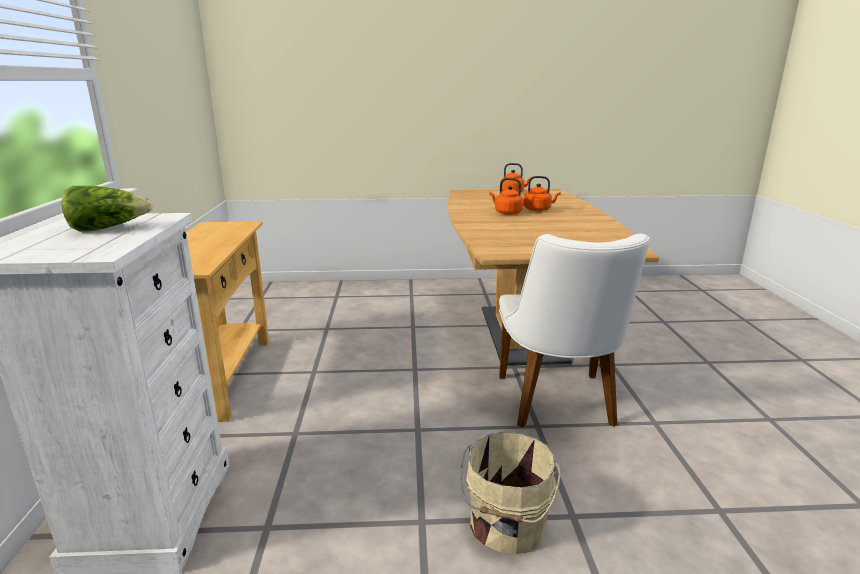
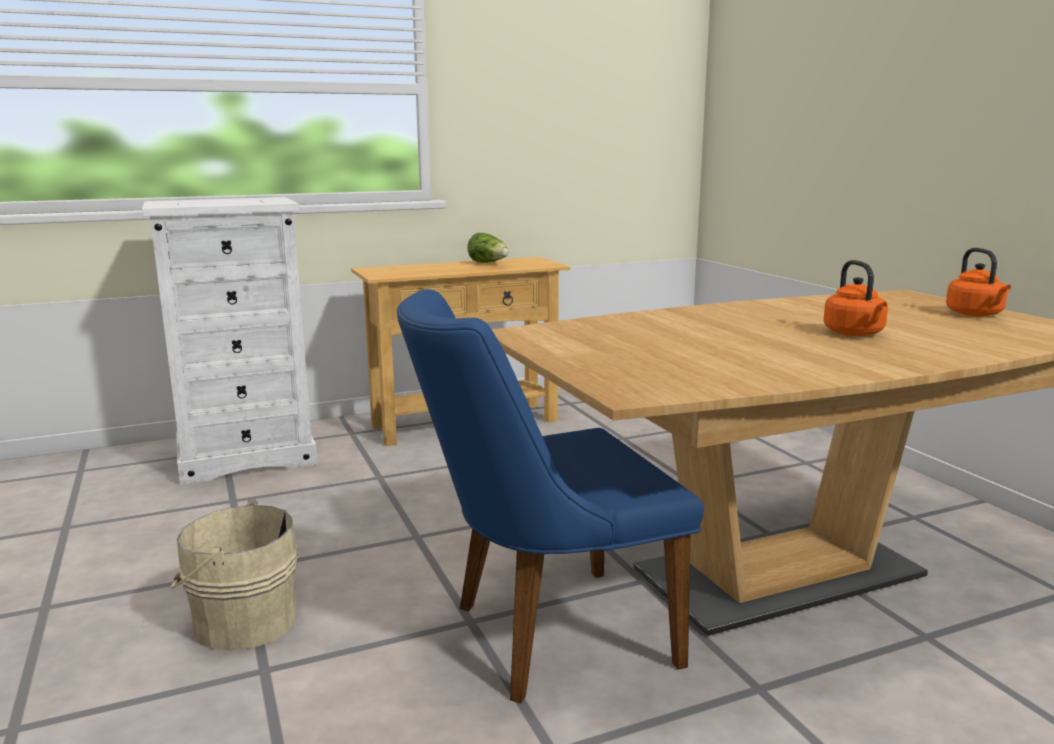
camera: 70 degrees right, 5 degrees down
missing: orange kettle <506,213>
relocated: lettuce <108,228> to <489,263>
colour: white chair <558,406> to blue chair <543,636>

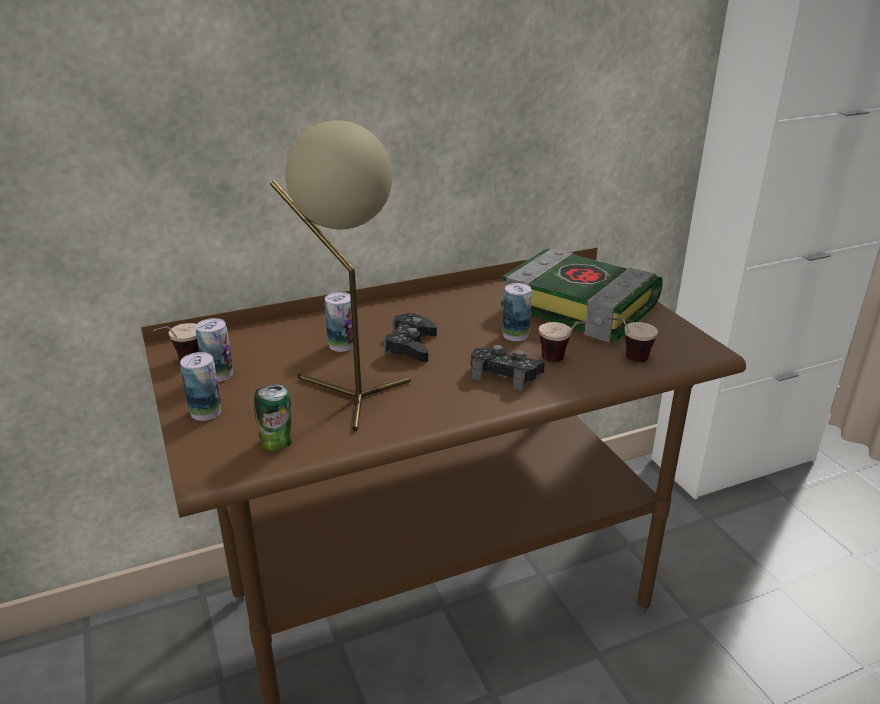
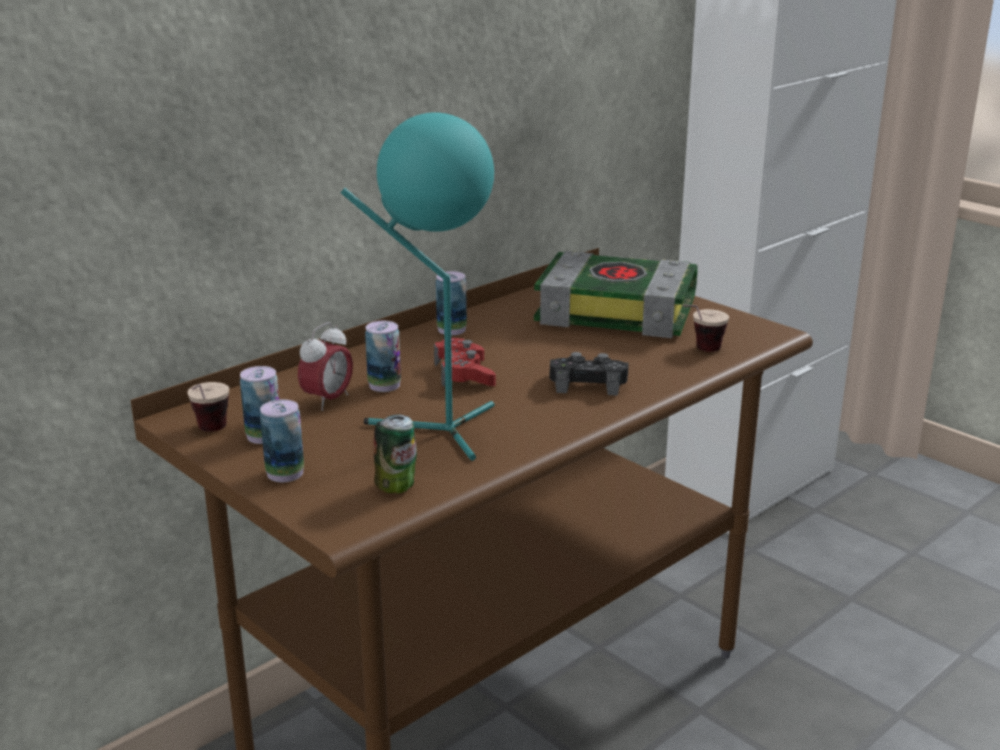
camera: 20 degrees left, 5 degrees down
missing: cup <564,361>
appeared: alarm clock <327,400>
relocated: can <515,335> to <451,330>
colour: beige table lamp <350,395> to turquoise table lamp <437,429>; black game controller <410,346> to red game controller <464,374>

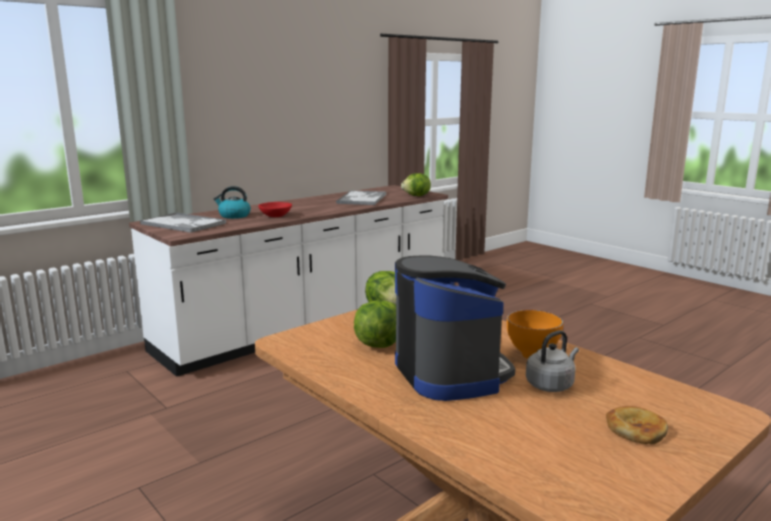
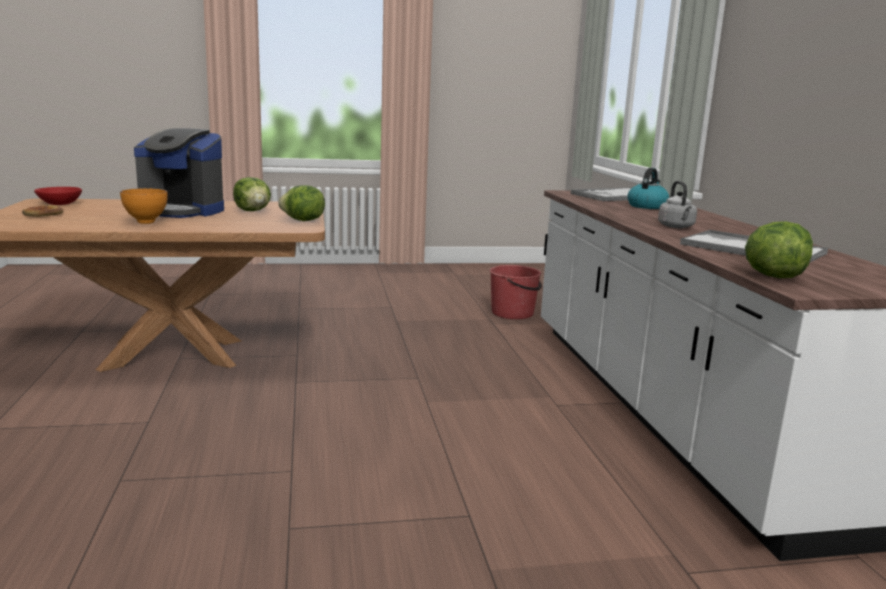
camera: 120 degrees right, 0 degrees up
appeared: red bucket <513,313>
relocated: red bowl <275,216> to <59,204>; grey kettle <551,385> to <676,227>

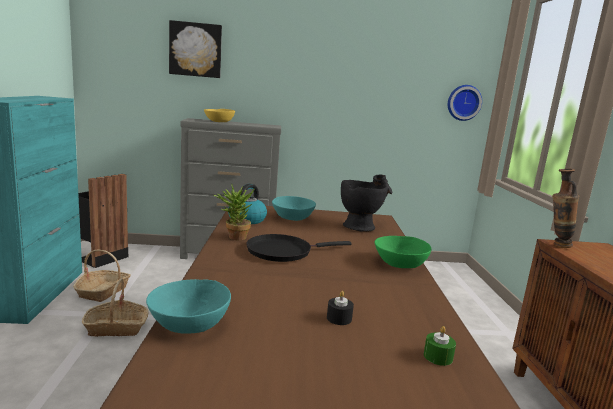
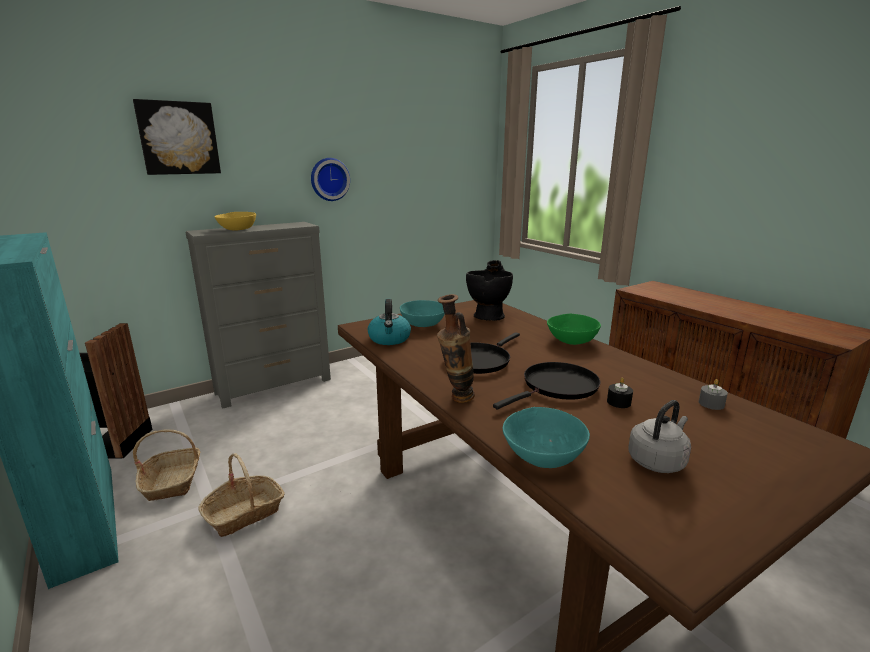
camera: 30 degrees left, 5 degrees up
missing: potted plant <233,237>
appeared: black frying pan <557,387>; grey kettle <657,461>
relocated: wall clock <463,102> to <329,179>; vase <556,245> to <455,399>
colour: green candle <438,356> to grey candle <711,404>

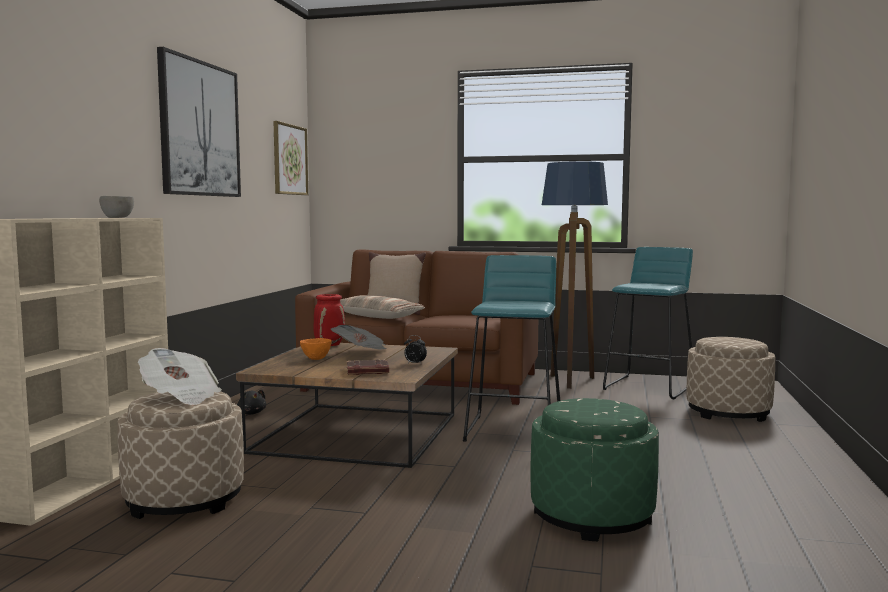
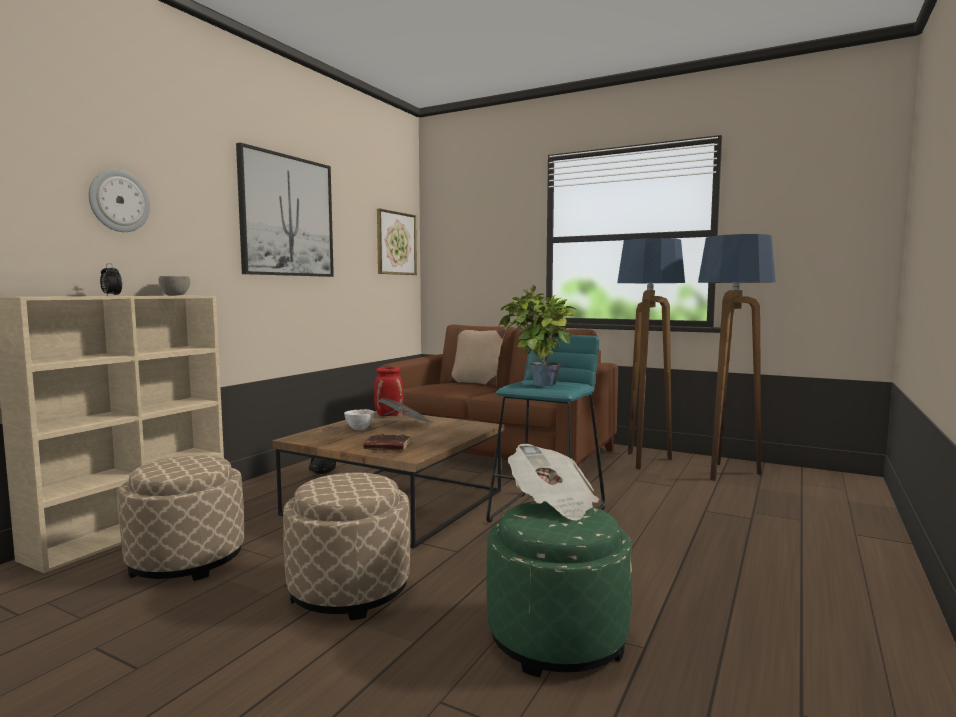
camera: 15 degrees right, 0 degrees up
missing: pillow <376,316>
appeared: wall clock <119,201>; potted plant <537,385>
relocated: newspaper <181,397> to <553,504>; alarm clock <414,364> to <111,295>; beige ottoman <728,412> to <349,590>
exchanged: turquoise stool <650,387> to floor lamp <726,474>
colour: orange bowl <316,359> to white bowl <359,429>

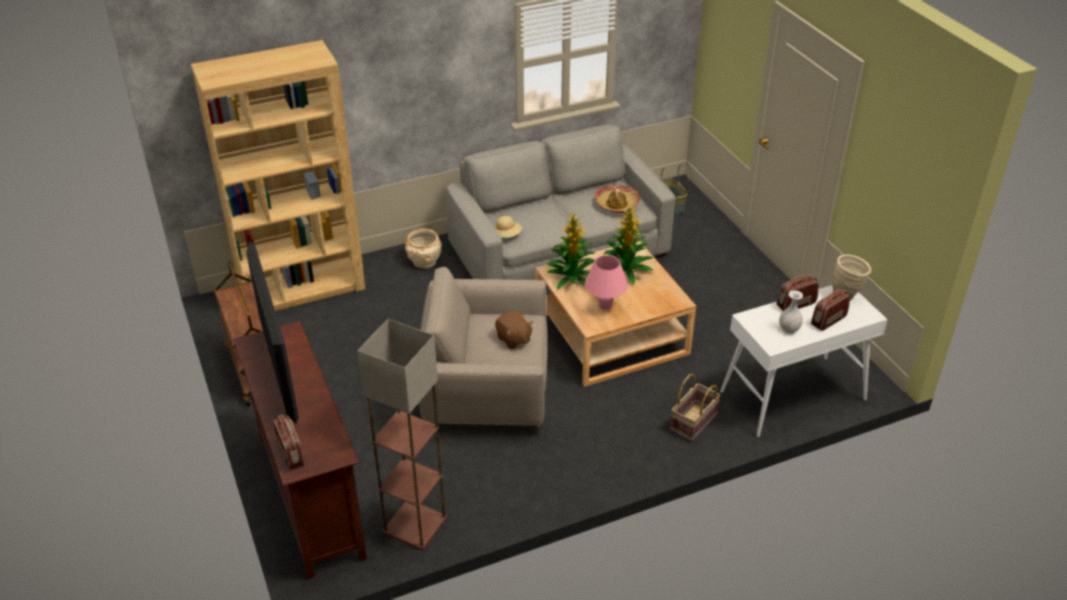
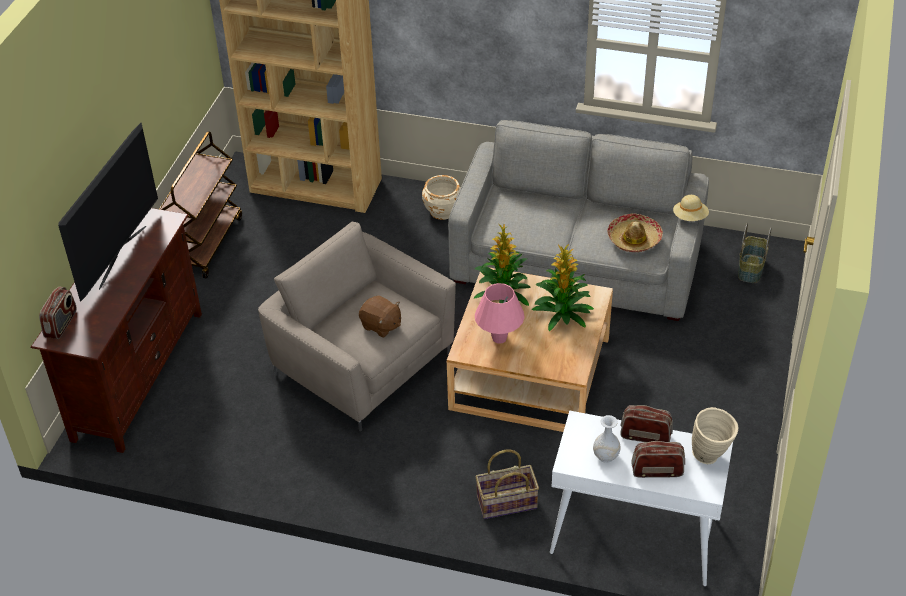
camera: 40 degrees right, 5 degrees up
missing: floor lamp <414,525>
relocated: beige hat <506,235> to <690,217>
spun: brown plush toy <513,339> = <381,326> 60 degrees counterclockwise

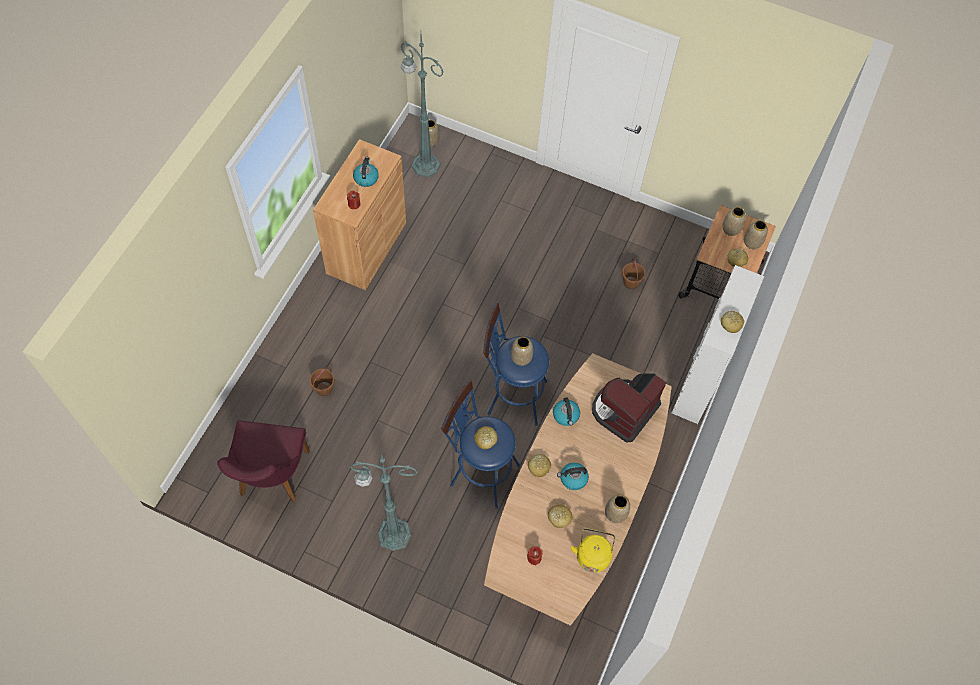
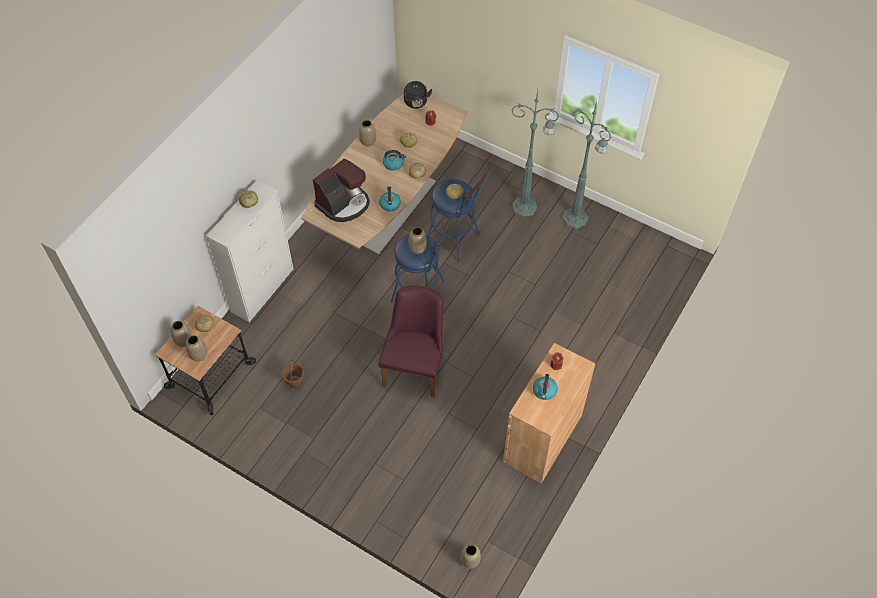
camera: 170 degrees left, 5 degrees down
missing: brown bucket <324,388>; yellow kettle <592,554>
appeared: black kettle <416,103>
relocated: purple chair <271,479> to <415,366>; green floor lamp <424,164> to <576,219>

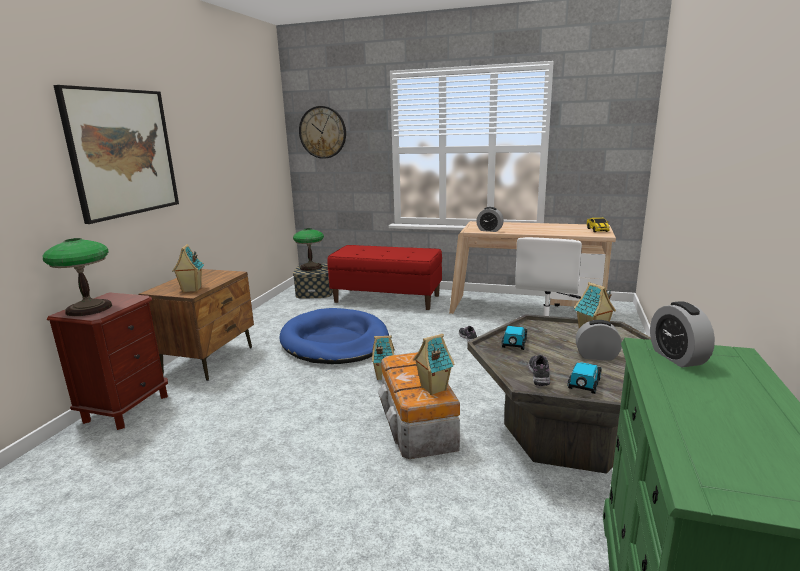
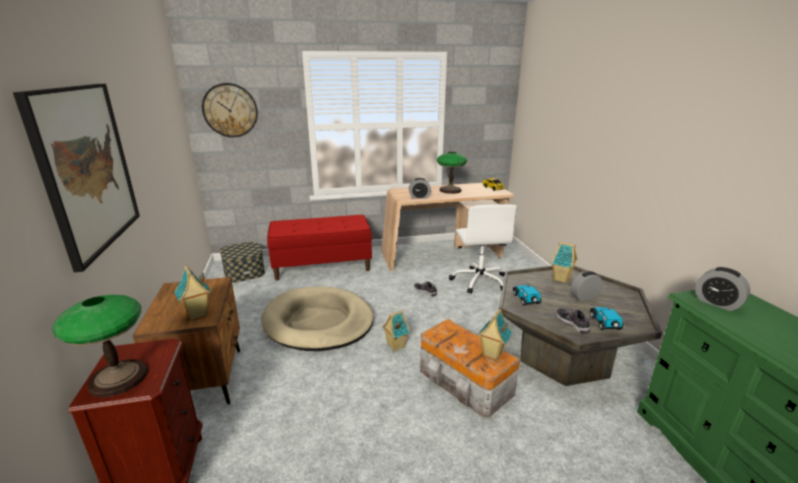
camera: 30 degrees left, 5 degrees up
relocated: table lamp <311,267> to <450,190>
colour: blue dog bed <335,341> to beige dog bed <318,322>

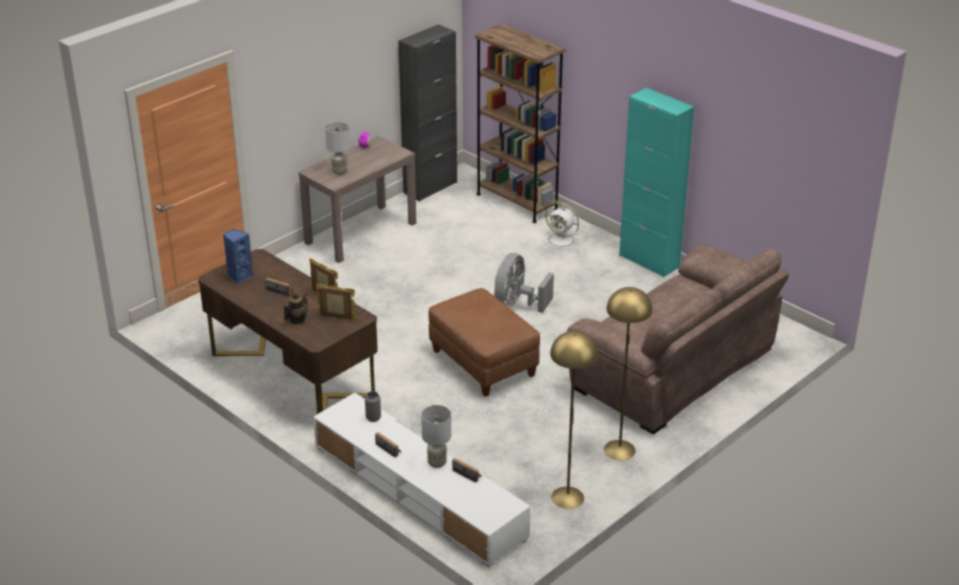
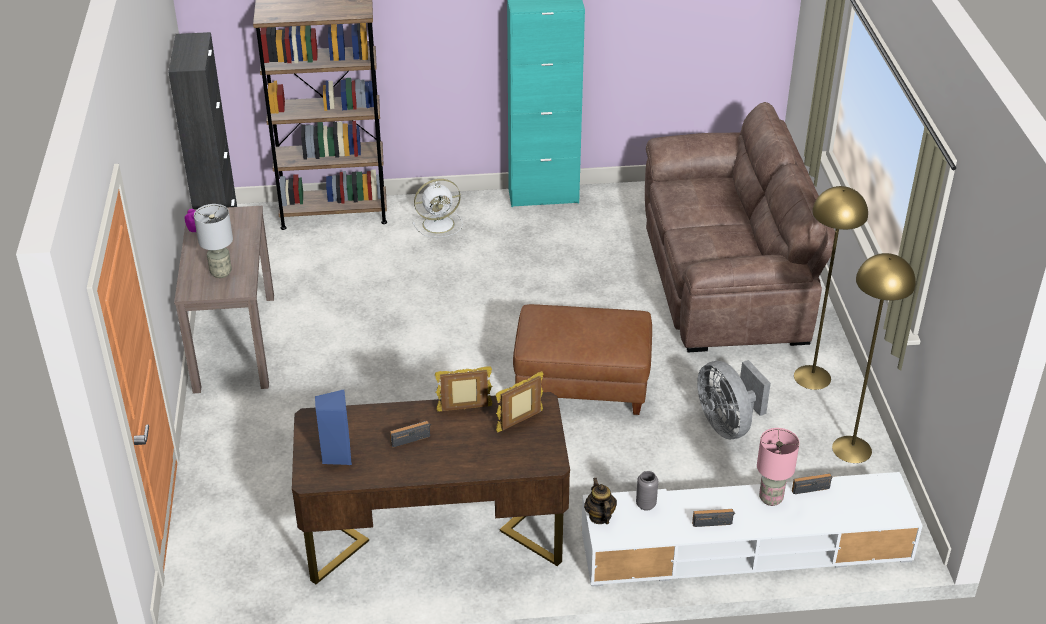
camera: 50 degrees left, 5 degrees up
relocated: teapot <296,319> to <599,516>; grey fan <517,305> to <728,424>
colour: grey table lamp <436,463> to pink table lamp <770,499>

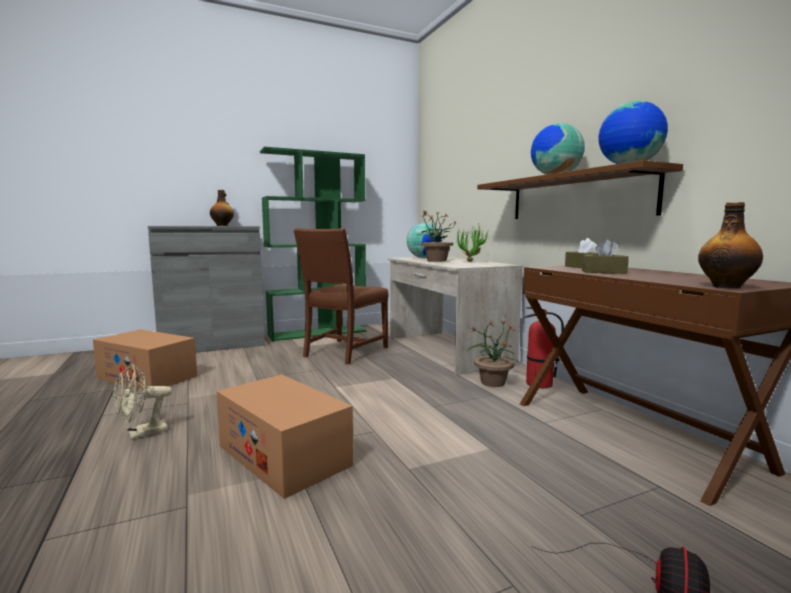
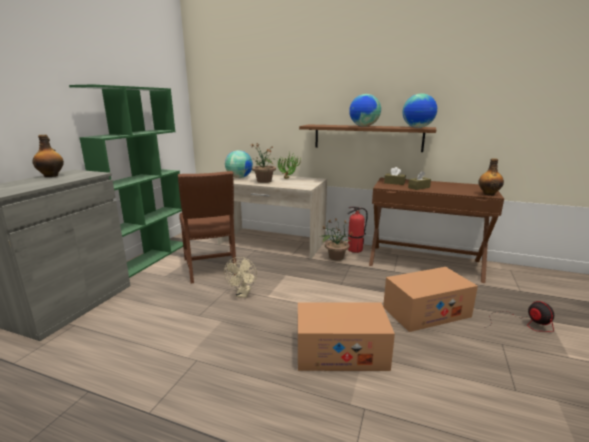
camera: 45 degrees left, 10 degrees up
relocated: cardboard box <147,377> to <426,312>; beige fan <141,434> to <243,294>

